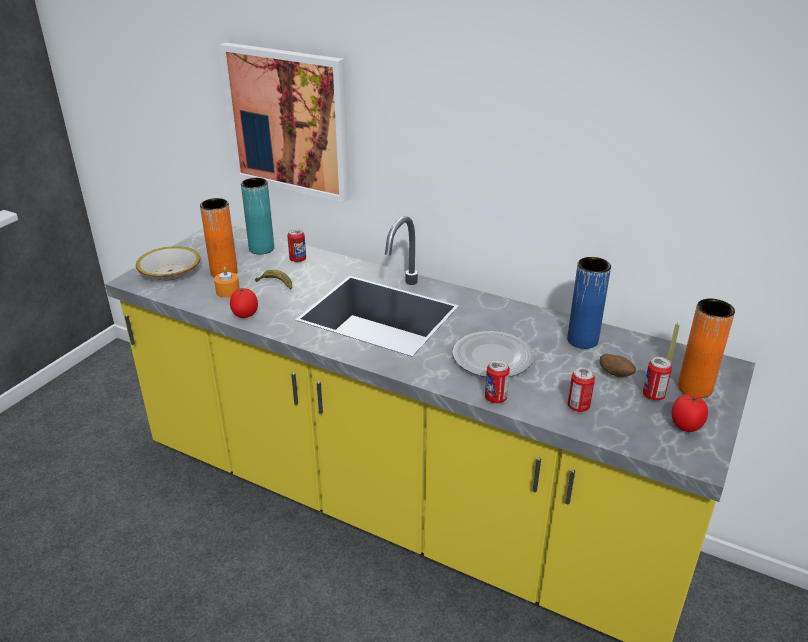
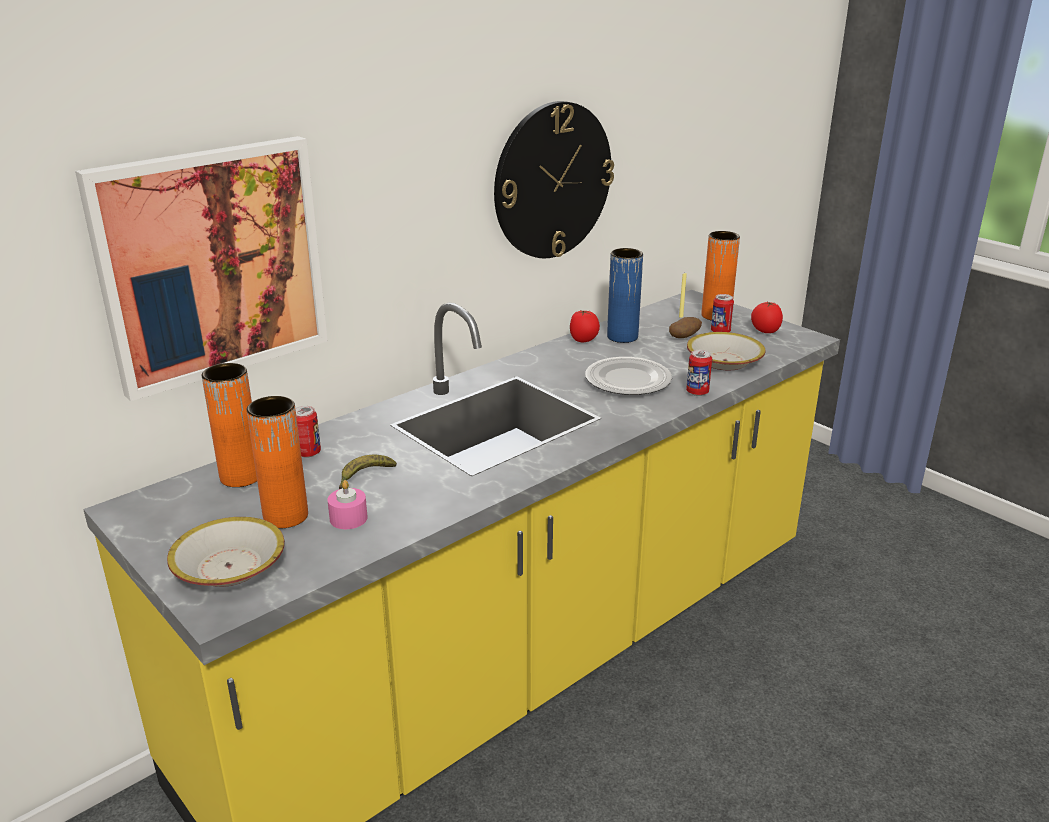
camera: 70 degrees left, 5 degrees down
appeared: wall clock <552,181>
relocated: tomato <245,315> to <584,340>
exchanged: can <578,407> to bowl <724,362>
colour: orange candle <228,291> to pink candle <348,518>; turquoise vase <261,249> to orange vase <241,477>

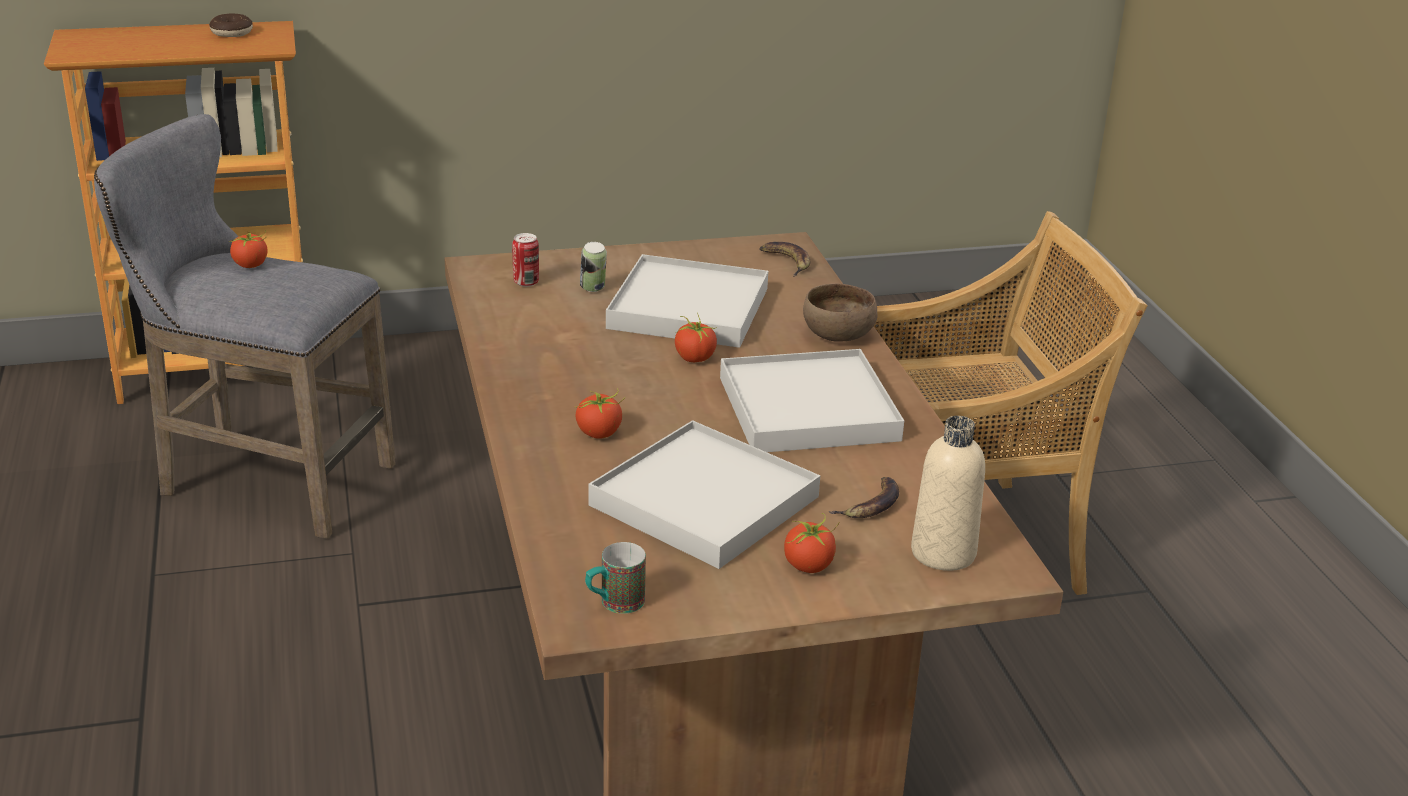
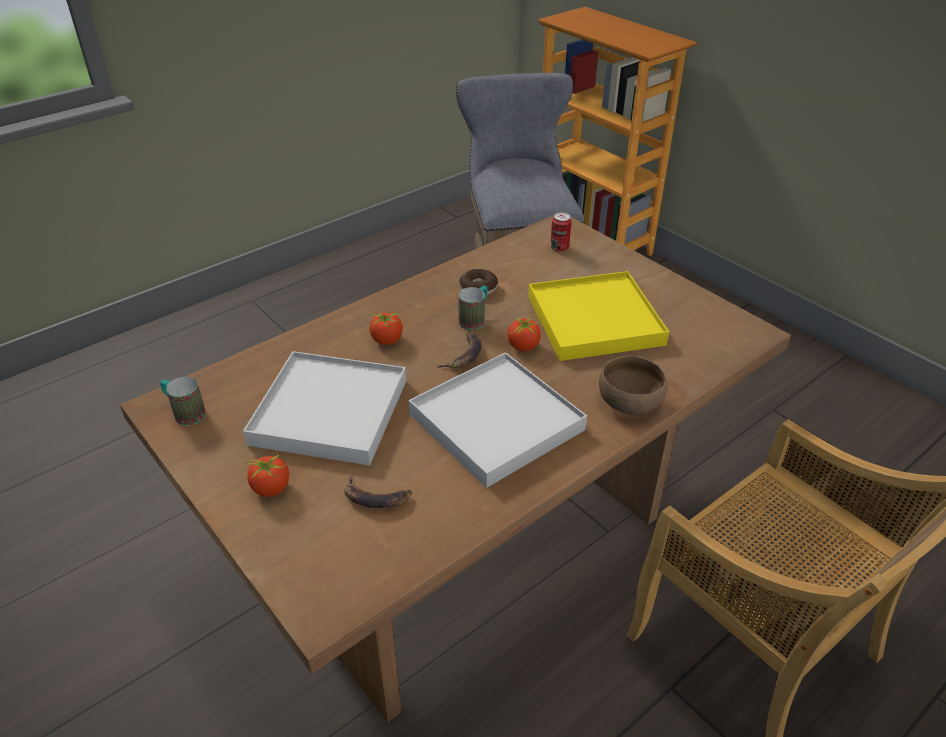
camera: 65 degrees right, 10 degrees up
missing: tomato <251,265>; can <593,289>; beige bottle <943,553>
appeared: mug <475,319>
relocated: donut <232,32> to <478,288>; banana <786,261> to <463,355>
colour: white tray <689,308> to yellow tray <595,320>

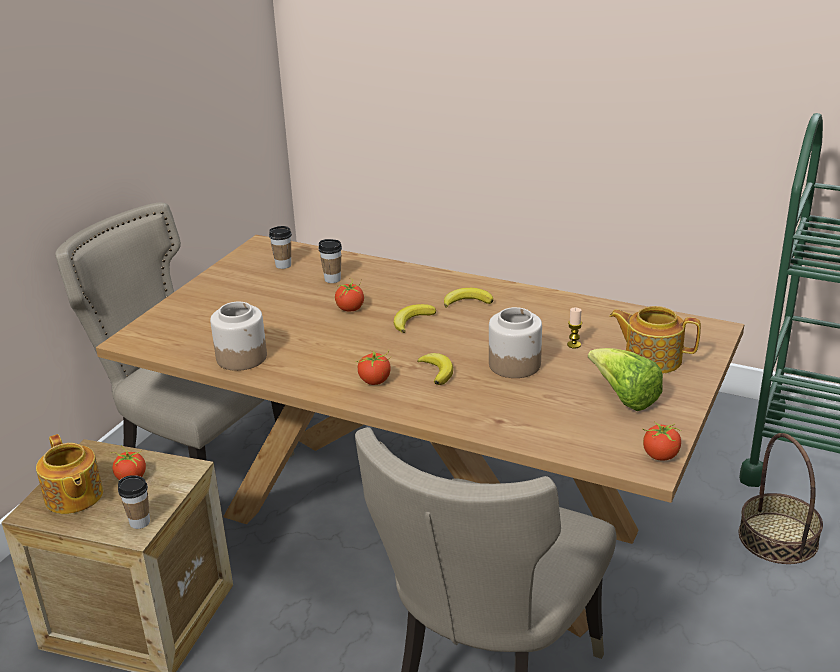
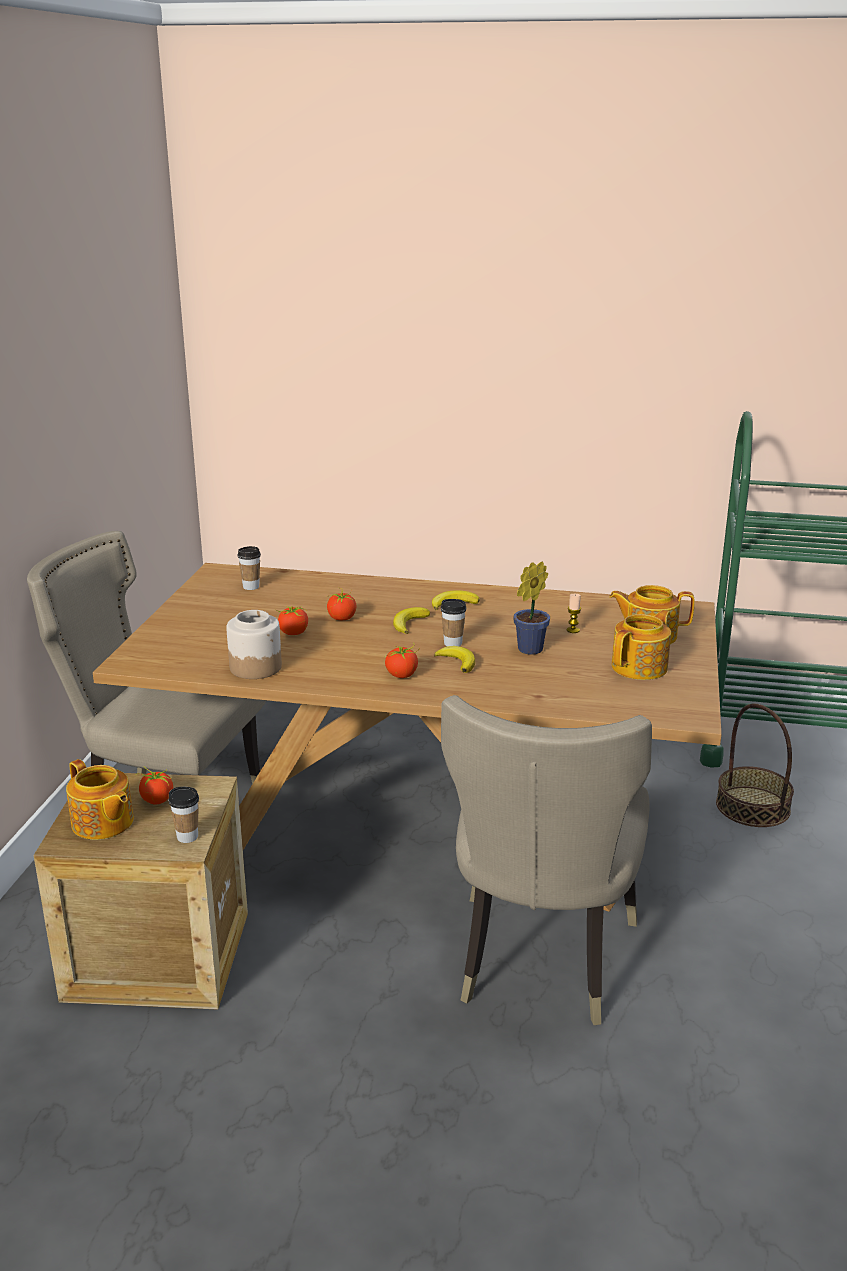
camera: 15 degrees left, 5 degrees down
relocated: cup <332,279> to <453,643>; tomato <660,456> to <293,633>
exchanged: jar <515,364> to potted plant <527,650>; lettuce <624,397> to teapot <641,667>

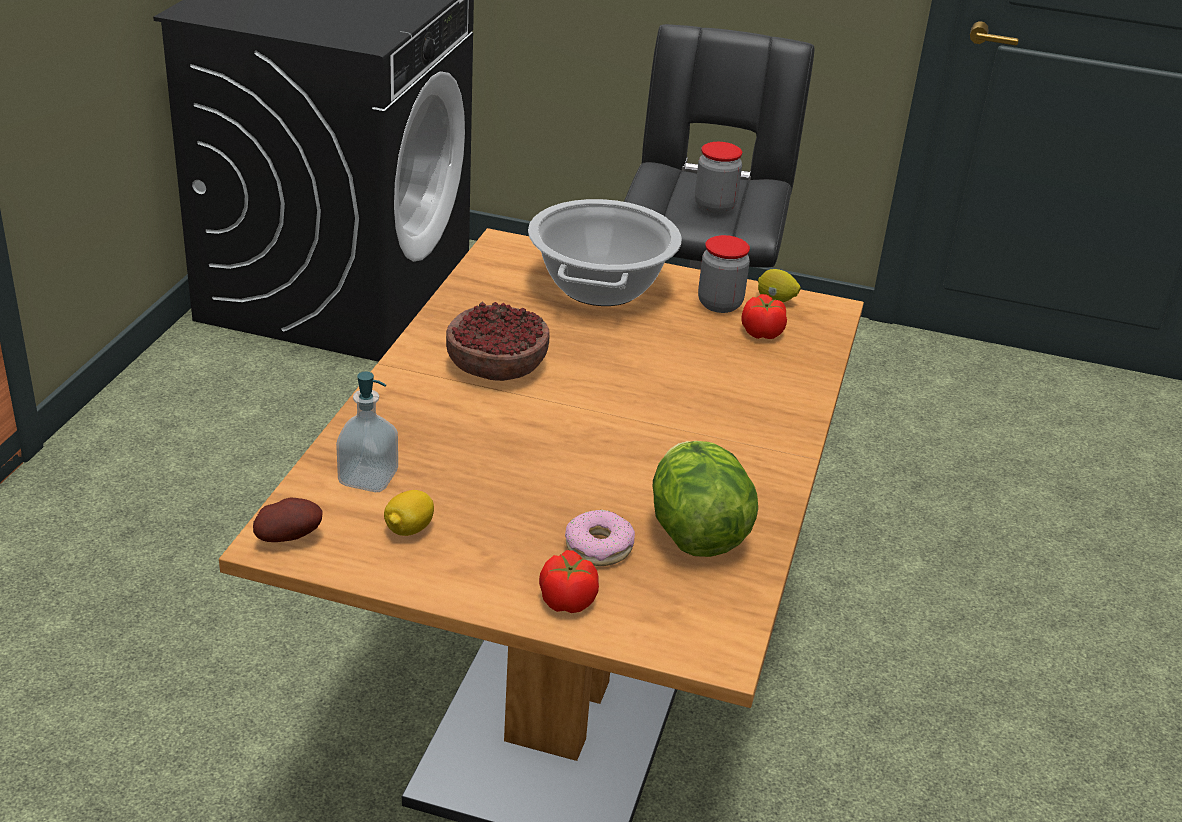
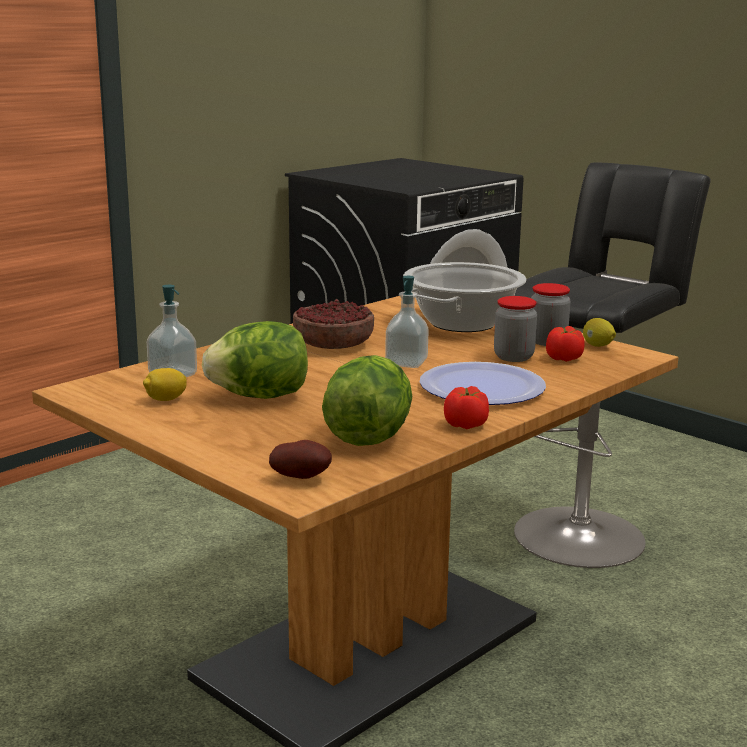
camera: 30 degrees right, 15 degrees down
missing: donut <599,547>
appeared: lettuce <260,396>; soap dispenser <406,363>; plate <482,387>
relocated: potato <288,537> to <302,477>; tomato <567,600> to <465,424>; jar <714,206> to <513,357>

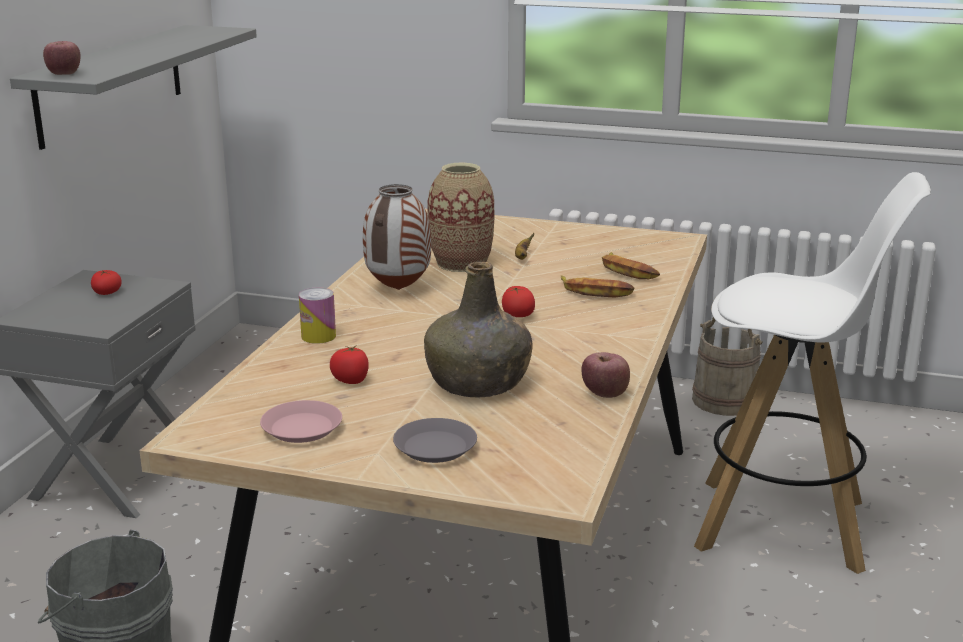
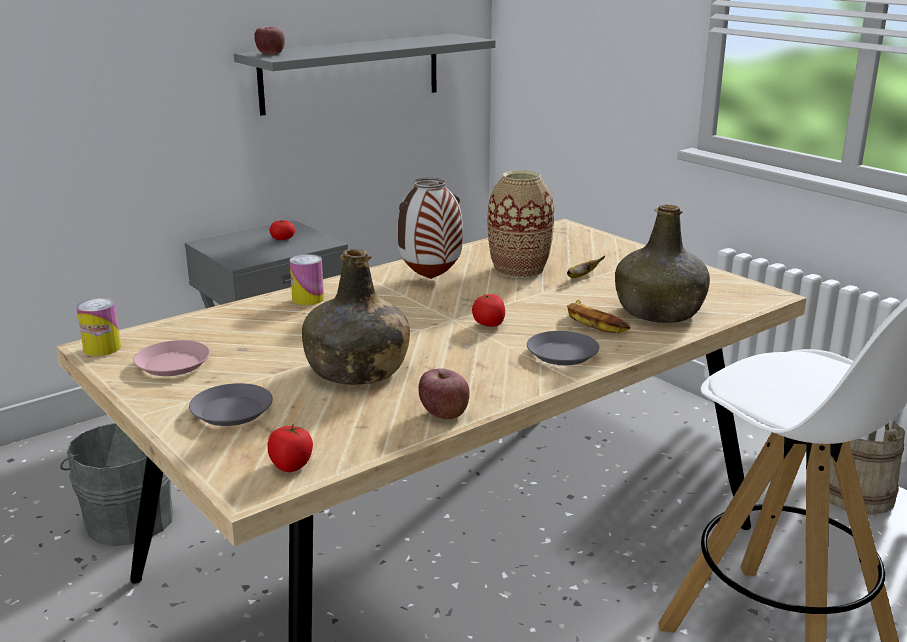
camera: 35 degrees right, 0 degrees up
appeared: can <102,348>; grey plate <562,353>
relocated: tomato <351,380> to <291,465>
exchanged: banana <628,271> to green bottle <660,312>

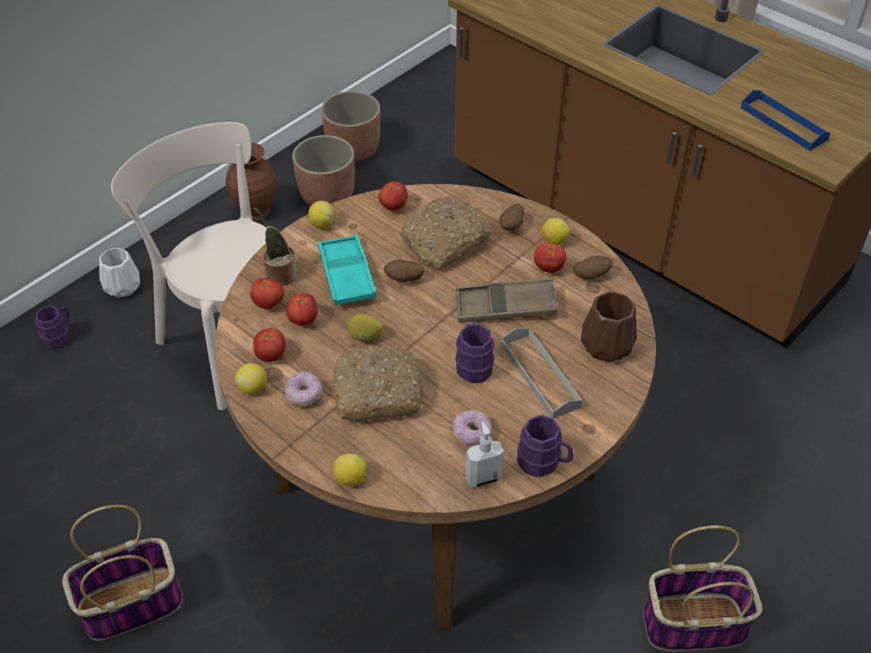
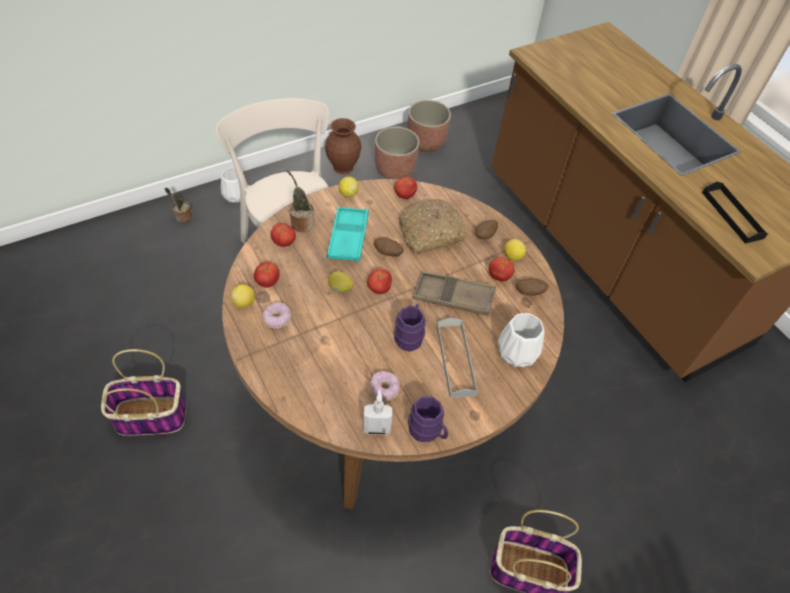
camera: 15 degrees right, 5 degrees up
missing: bread <380,392>; lemon <350,479>
relocated: tomato <303,320> to <379,289>
exchanged: purple mug <59,336> to potted plant <182,217>
colour: brown vase <606,345> to white vase <517,351>; blue tray <783,123> to black tray <732,215>

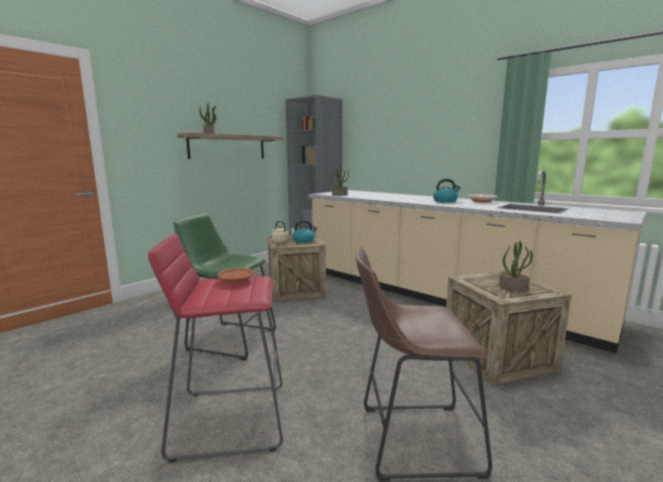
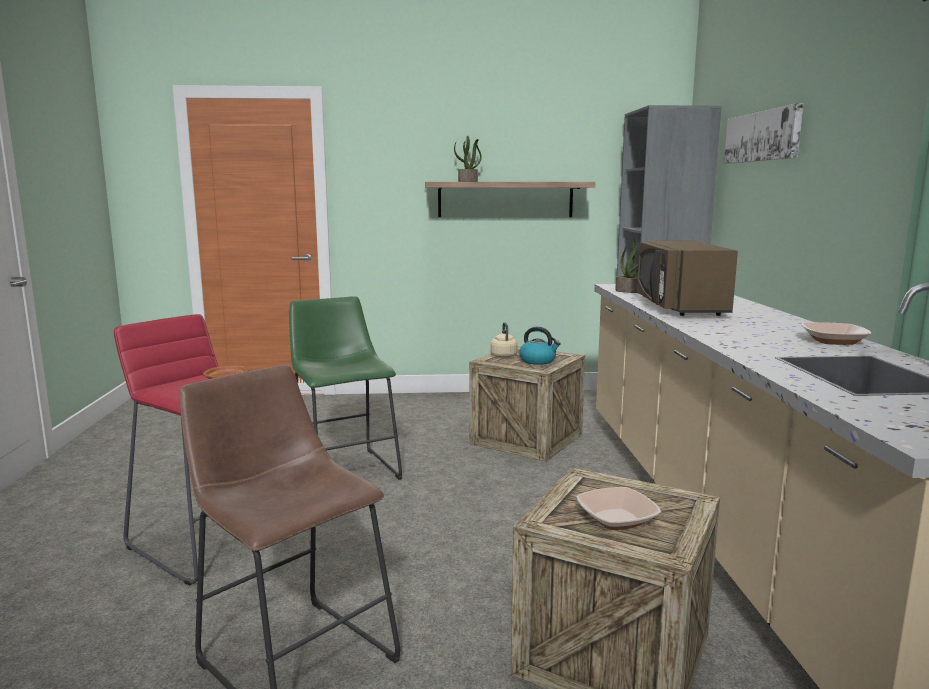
camera: 45 degrees right, 0 degrees up
missing: kettle <445,201>
appeared: brown microwave <679,307>; picture <762,136>
exchanged: potted plant <513,288> to bowl <617,519>

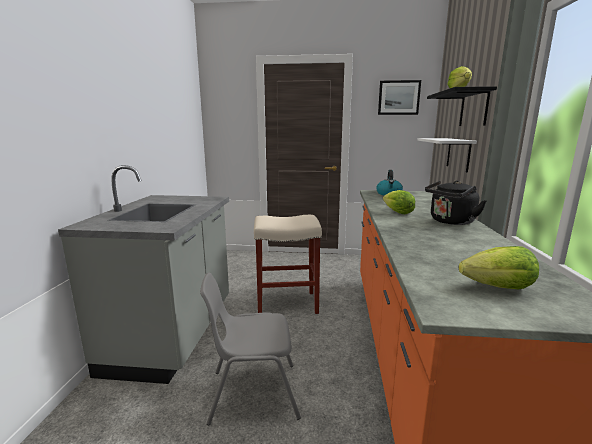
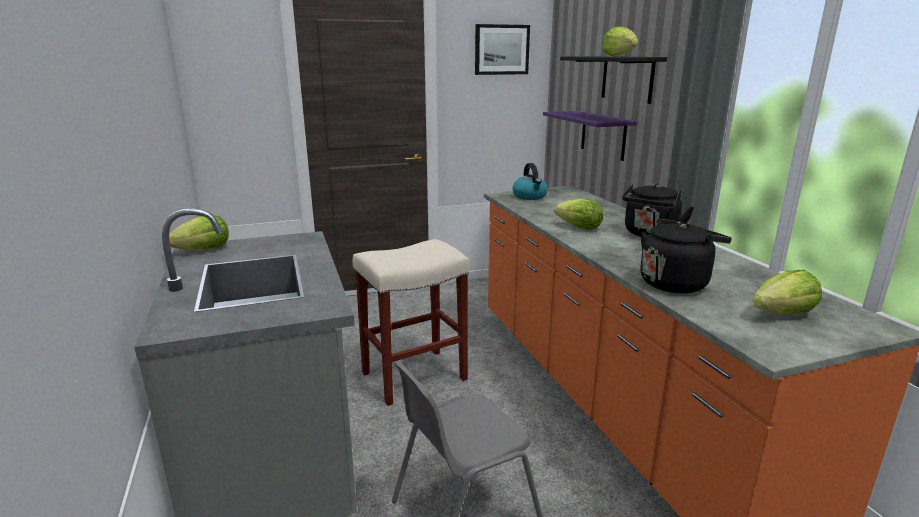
camera: 25 degrees left, 5 degrees up
appeared: lettuce <204,250>; black kettle <675,283>
colour: white shelf <458,154> to purple shelf <603,135>

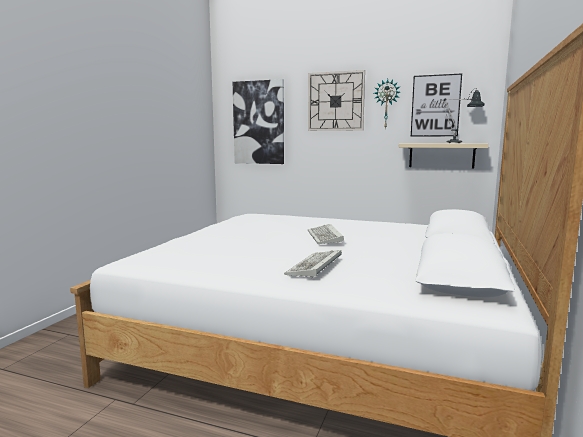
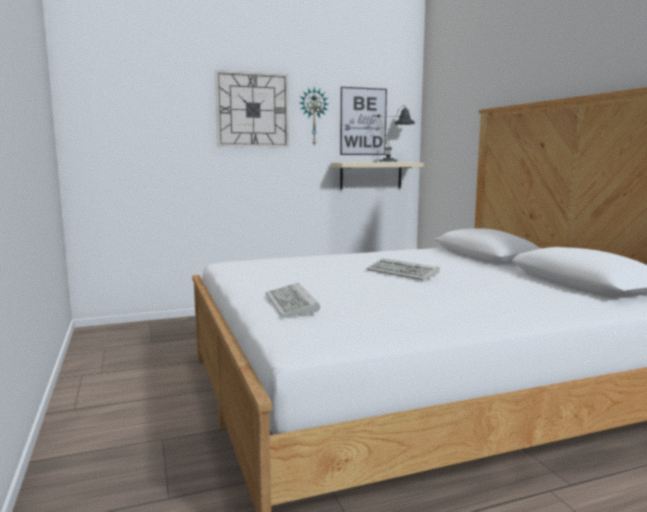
camera: 40 degrees left, 0 degrees up
missing: picture <259,122>
relocated: keyboard <315,267> to <293,304>

